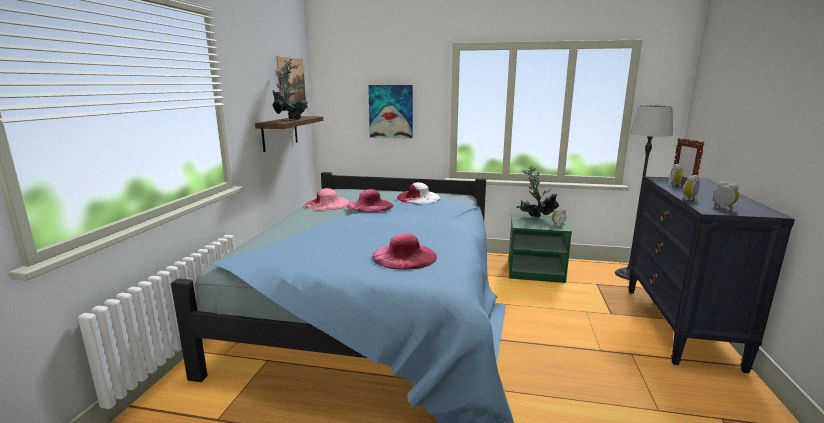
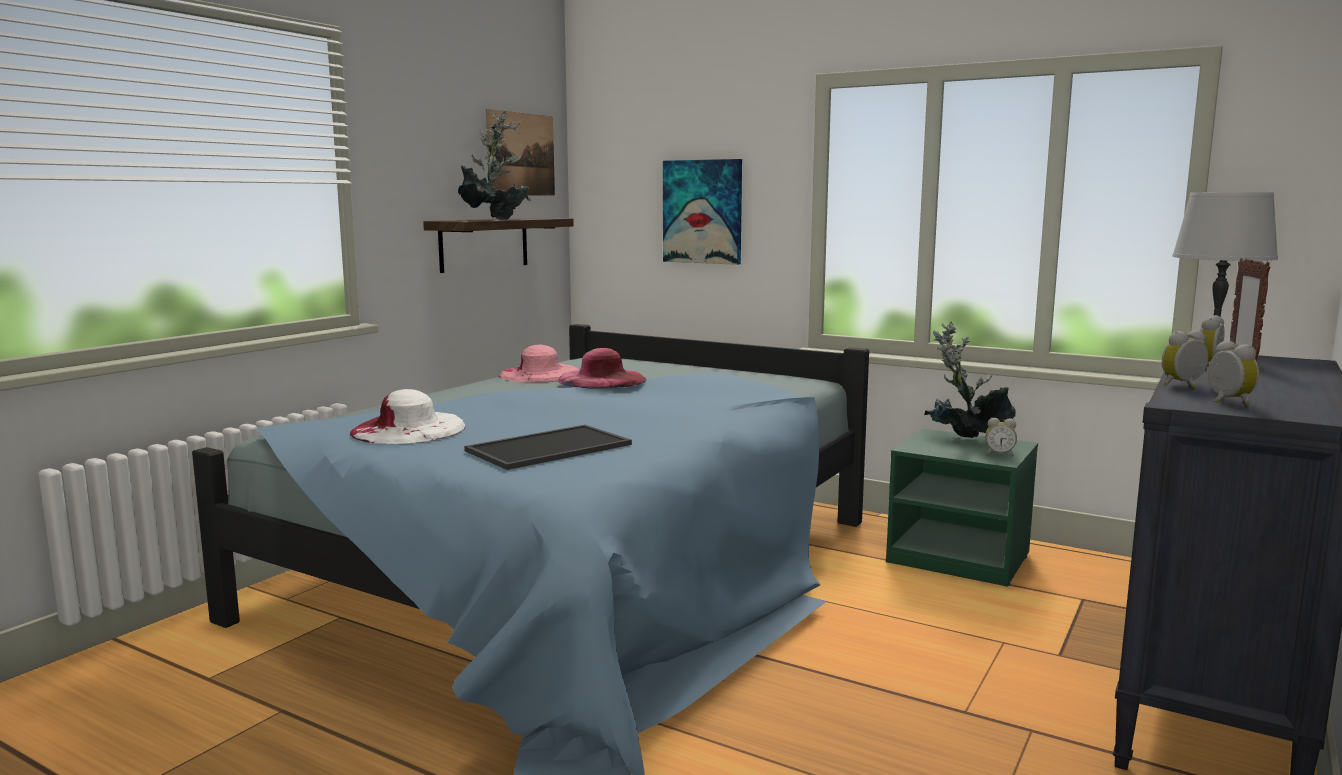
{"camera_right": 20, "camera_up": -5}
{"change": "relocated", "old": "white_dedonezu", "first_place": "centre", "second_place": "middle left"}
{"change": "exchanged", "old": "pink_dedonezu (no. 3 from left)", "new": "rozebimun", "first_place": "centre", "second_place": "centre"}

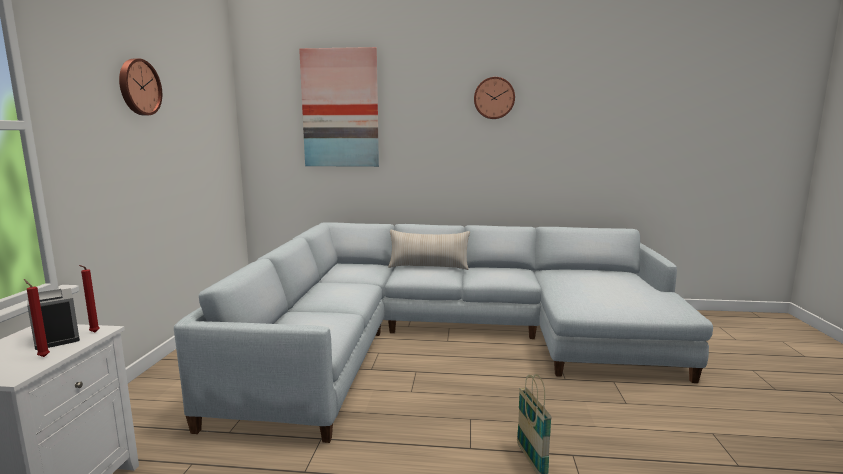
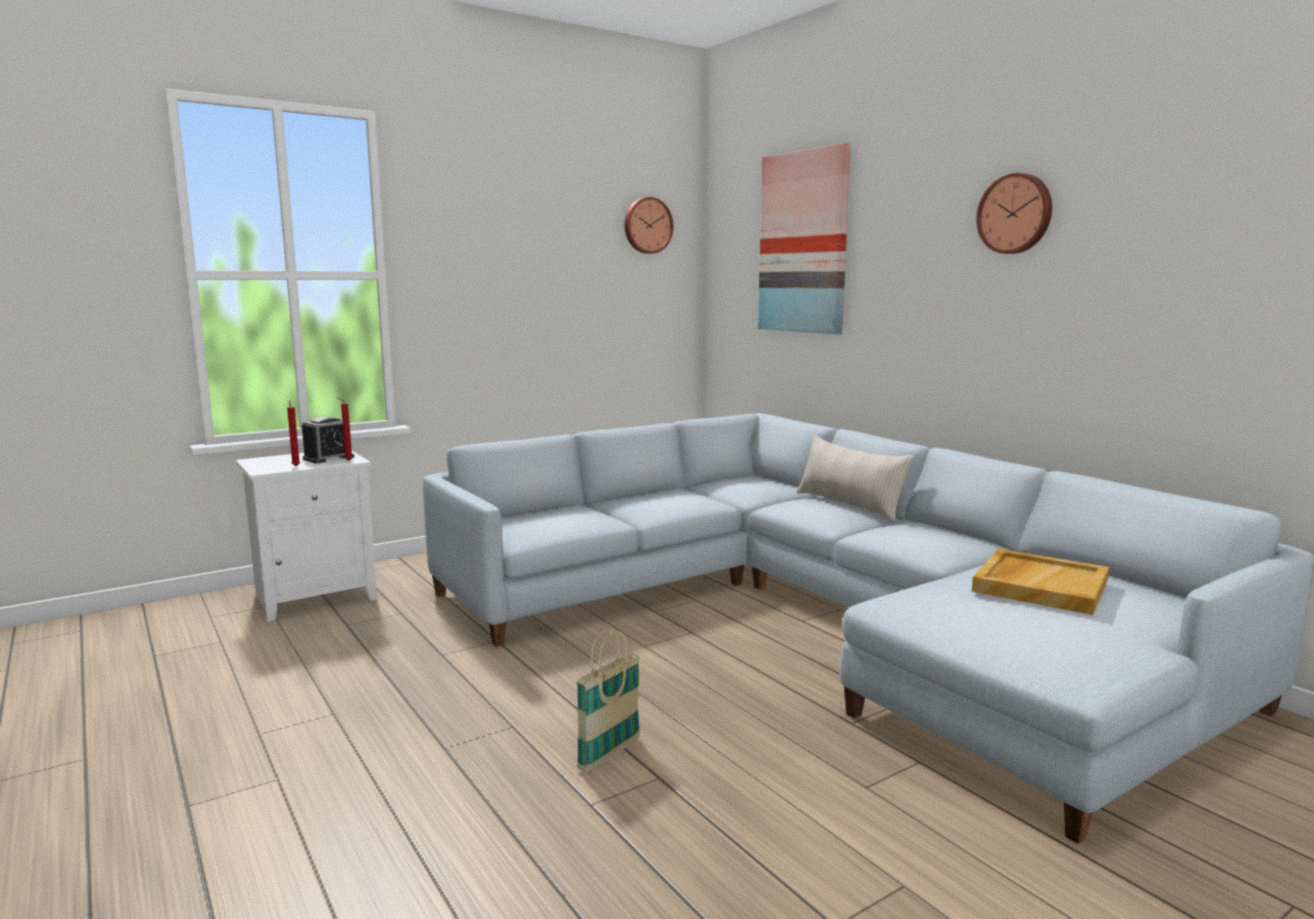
{"camera_right": 50, "camera_up": 0}
{"change": "spun", "old": "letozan", "first_place": "bottom left", "second_place": "middle left", "degrees": -150}
{"change": "relocated", "old": "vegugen (no. 1 from left)", "first_place": "top left", "second_place": "top centre"}
{"change": "appeared", "new": "beige_rozebimun", "second_place": "middle right"}

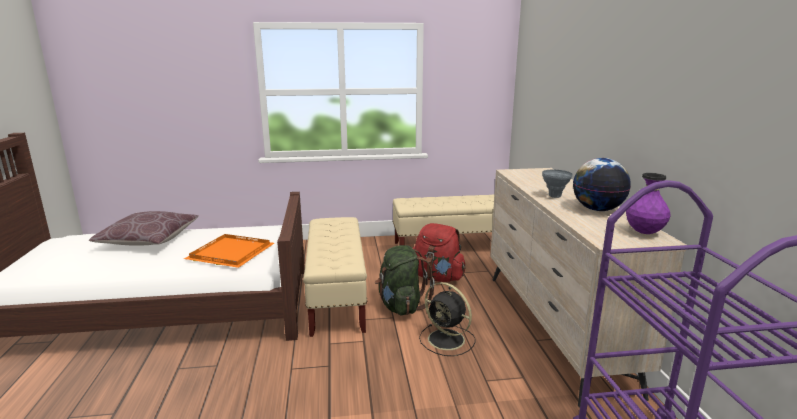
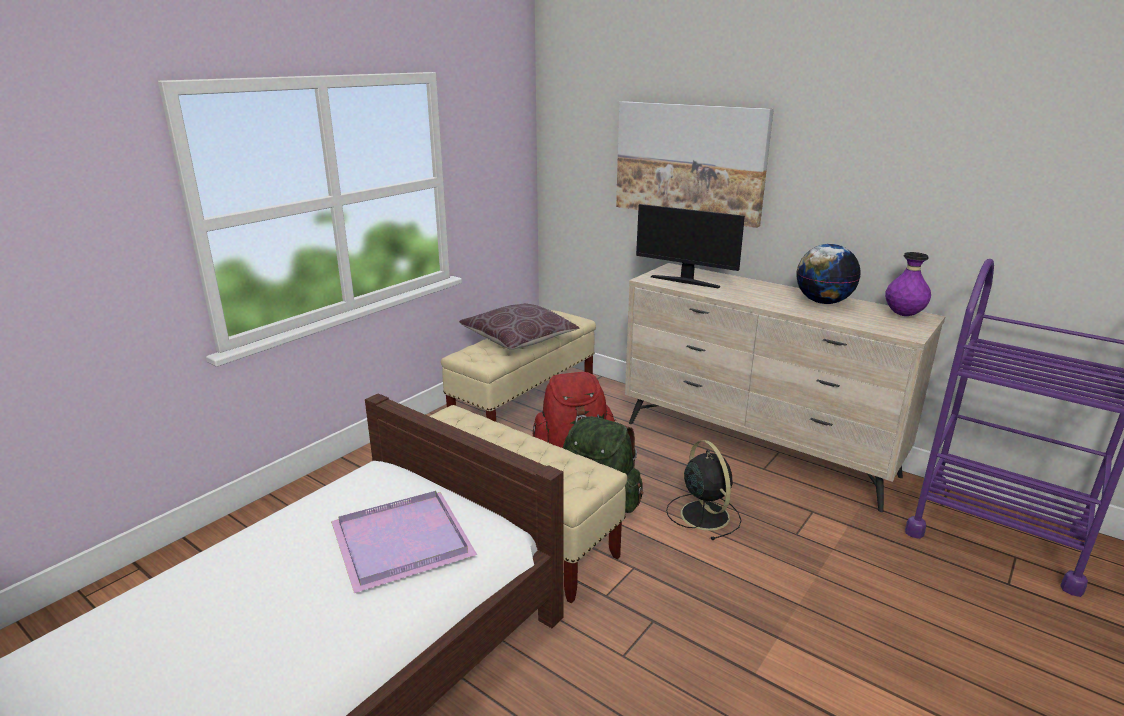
{"camera_right": -45, "camera_up": 5}
{"change": "colour", "old": "orange_rozebimun", "new": "purple_rozebimun", "first_place": "middle left", "second_place": "bottom centre"}
{"change": "relocated", "old": "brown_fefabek", "first_place": "middle left", "second_place": "centre"}
{"change": "appeared", "new": "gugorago", "second_place": "top centre"}
{"change": "appeared", "new": "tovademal", "second_place": "centre"}
{"change": "spun", "old": "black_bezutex", "first_place": "bottom centre", "second_place": "bottom centre", "degrees": -105}
{"change": "missing", "old": "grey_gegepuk", "first_place": "middle right"}

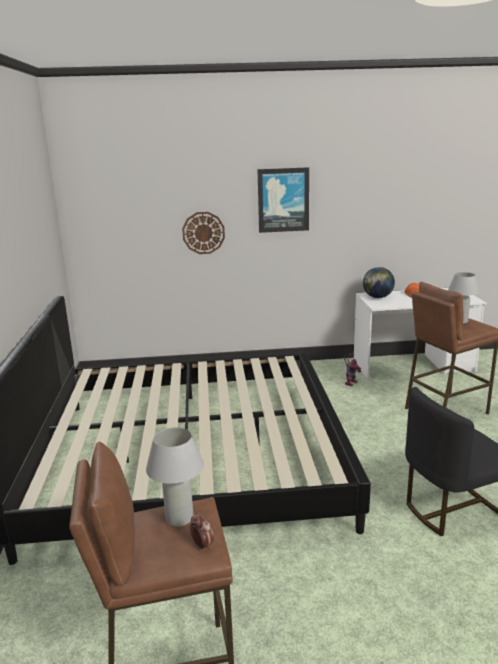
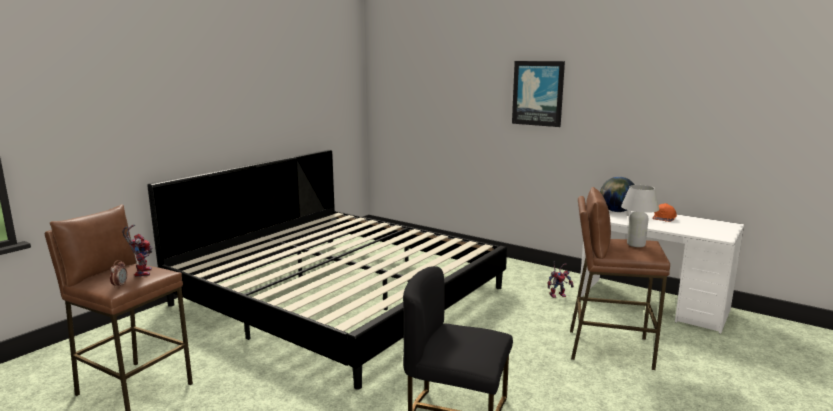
{"camera_right": 40, "camera_up": -5}
{"change": "exchanged", "old": "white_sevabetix (no. 1 from left)", "new": "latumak (no. 1 from left)", "first_place": "bottom centre", "second_place": "middle left"}
{"change": "missing", "old": "vegugen", "first_place": "centre"}

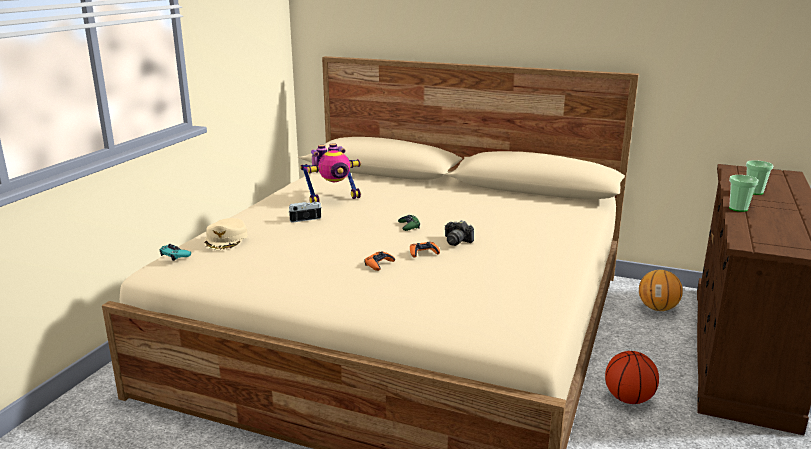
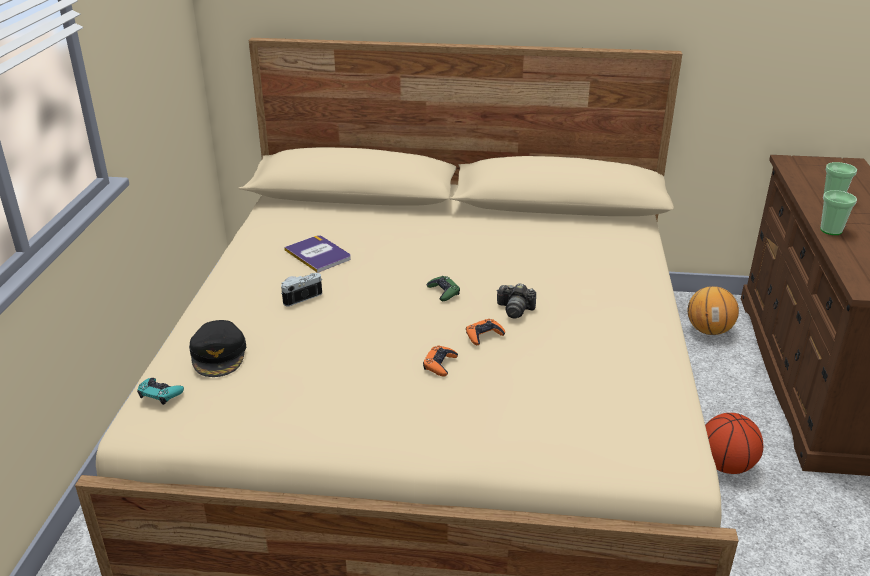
{"camera_right": -15, "camera_up": 10}
{"change": "colour", "old": "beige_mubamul", "new": "black_mubamul", "first_place": "middle left", "second_place": "middle left"}
{"change": "exchanged", "old": "latumak", "new": "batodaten", "first_place": "centre", "second_place": "centre"}

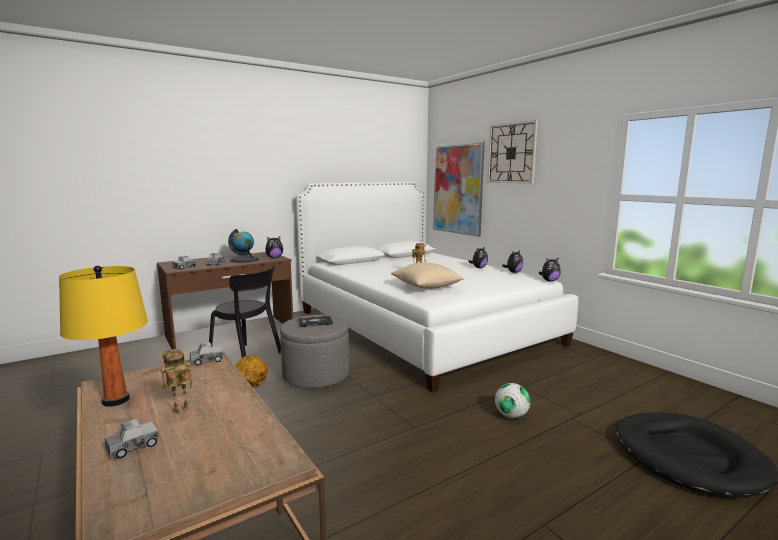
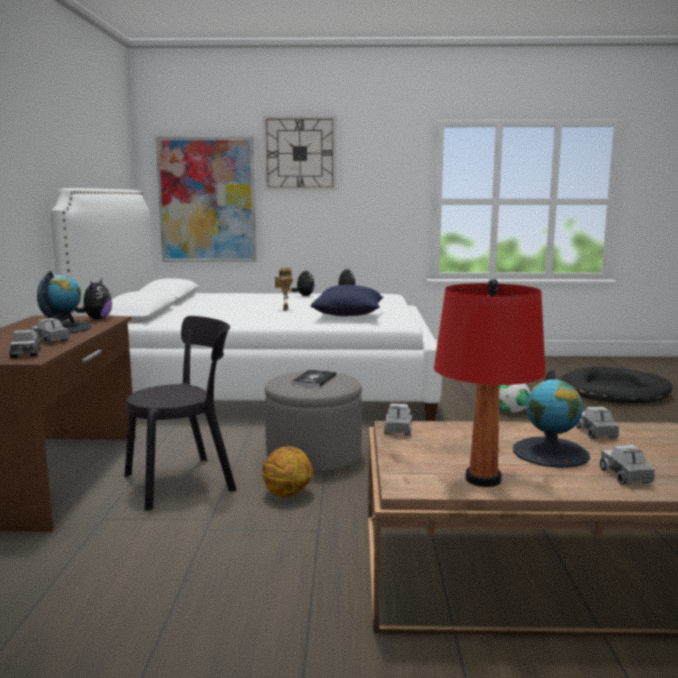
{"camera_right": -55, "camera_up": 0}
{"change": "colour", "old": "beige_fefabek", "new": "blue_fefabek", "first_place": "centre", "second_place": "centre"}
{"change": "colour", "old": "yellow_sevabetix", "new": "red_sevabetix", "first_place": "middle left", "second_place": "middle right"}
{"change": "exchanged", "old": "latumak (no. 1 from left)", "new": "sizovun (no. 2 from left)", "first_place": "bottom left", "second_place": "middle right"}
{"change": "appeared", "new": "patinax (no. 4 from left)", "second_place": "middle right"}
{"change": "missing", "old": "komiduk (no. 4 from left)", "first_place": "middle right"}

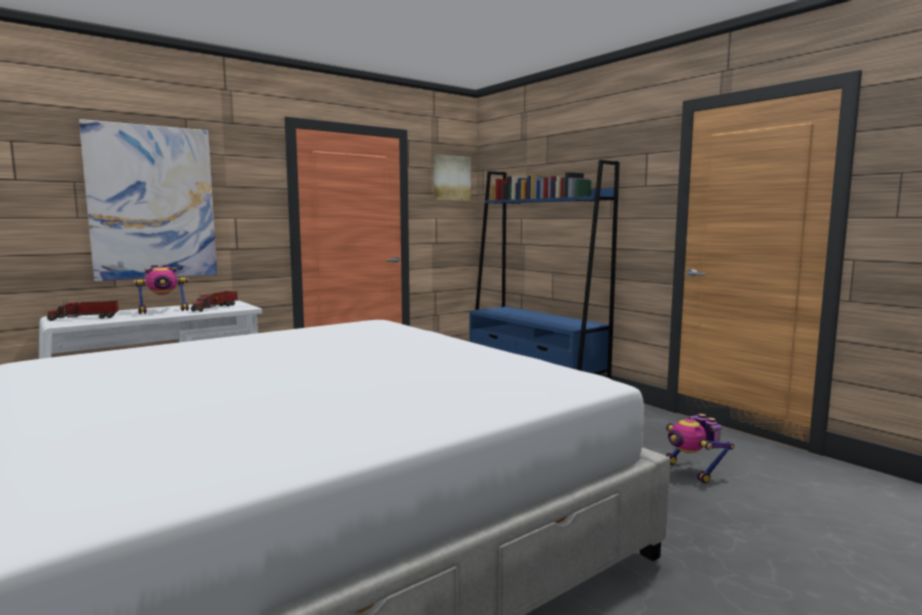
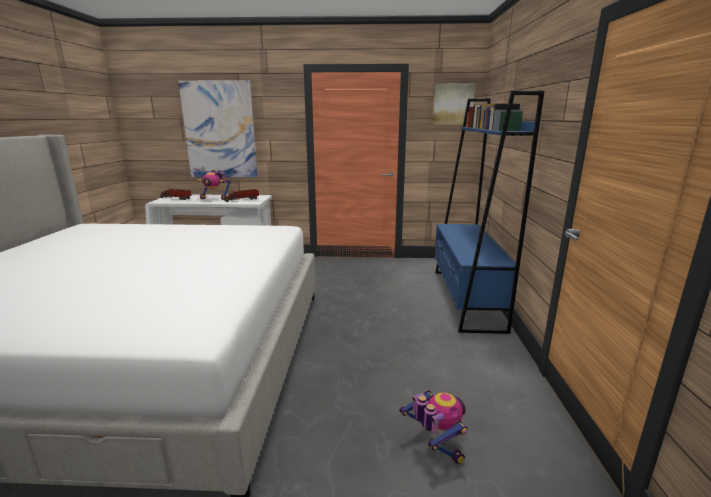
{"camera_right": 40, "camera_up": 10}
{"change": "spun", "old": "latumak (no. 2 from left)", "first_place": "bottom right", "second_place": "bottom centre", "degrees": 135}

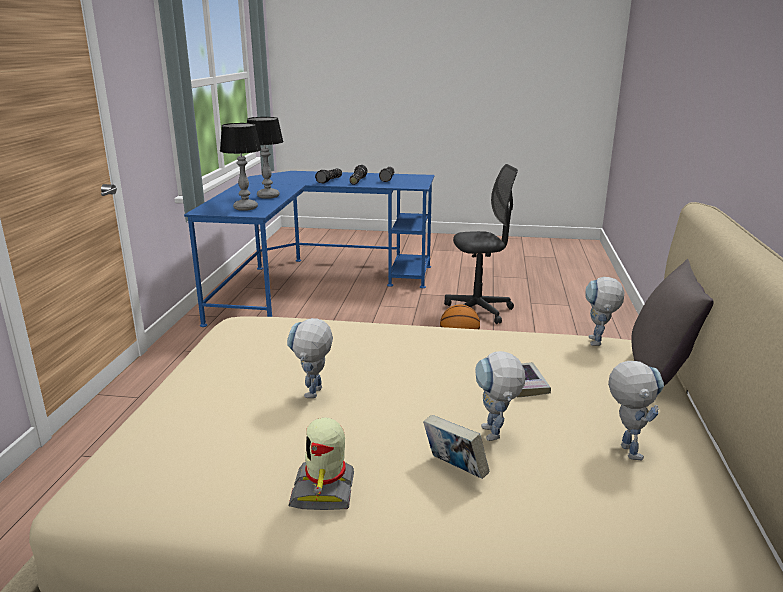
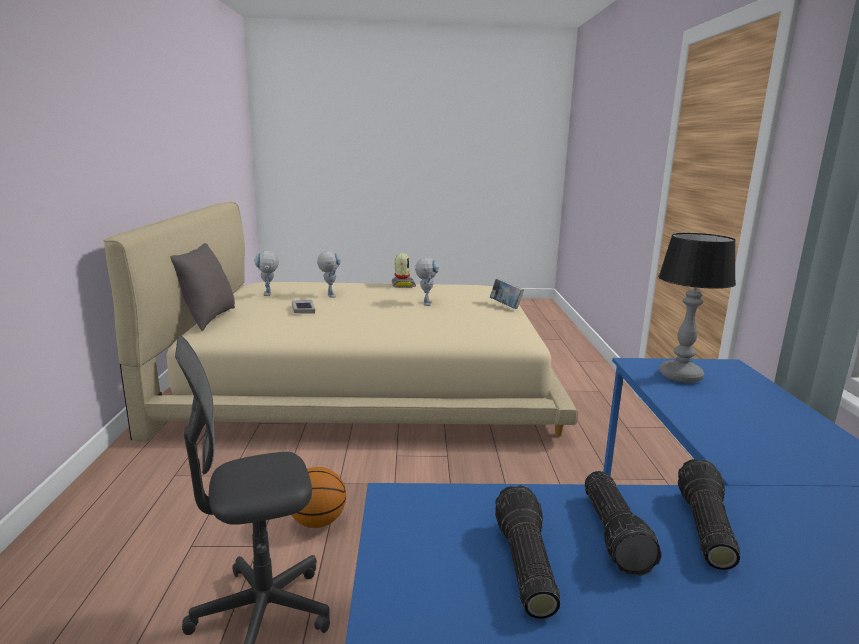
{"camera_right": 170, "camera_up": -5}
{"change": "relocated", "old": "batodaten (no. 1 from left in the first image)", "new": "batodaten (no. 2 from left)", "first_place": "bottom centre", "second_place": "centre"}
{"change": "missing", "old": "sevabetix (no. 2 from left)", "first_place": "top centre"}
{"change": "missing", "old": "latumak (no. 4 from left)", "first_place": "middle right"}

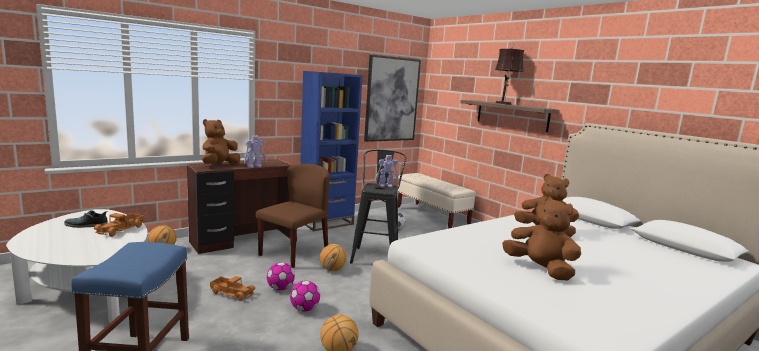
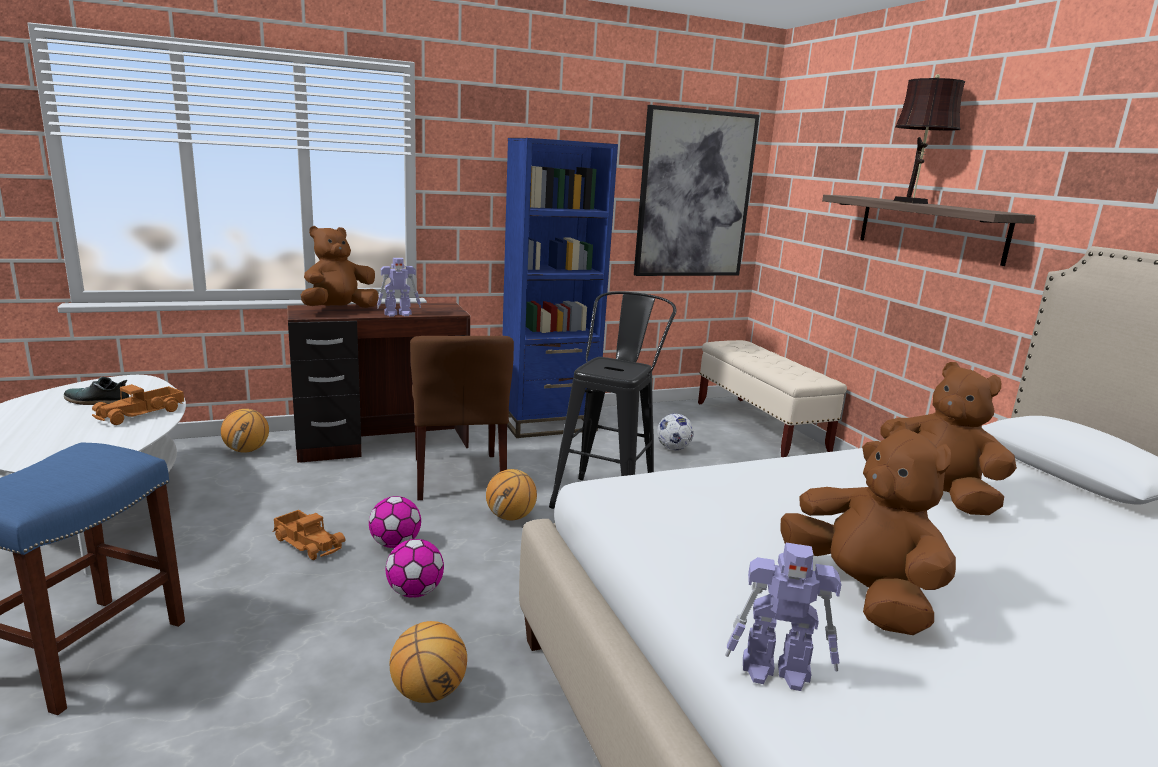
{"camera_right": 15, "camera_up": 5}
{"change": "spun", "old": "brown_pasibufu", "first_place": "centre", "second_place": "centre", "degrees": 120}
{"change": "relocated", "old": "latumak (no. 2 from left)", "first_place": "centre", "second_place": "bottom right"}

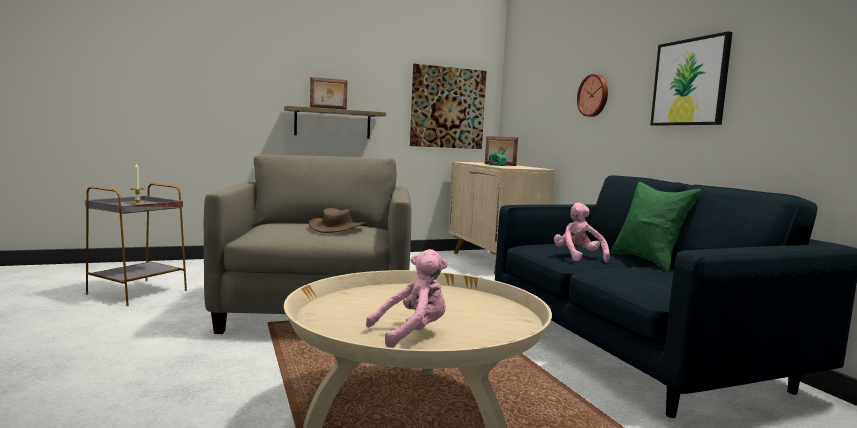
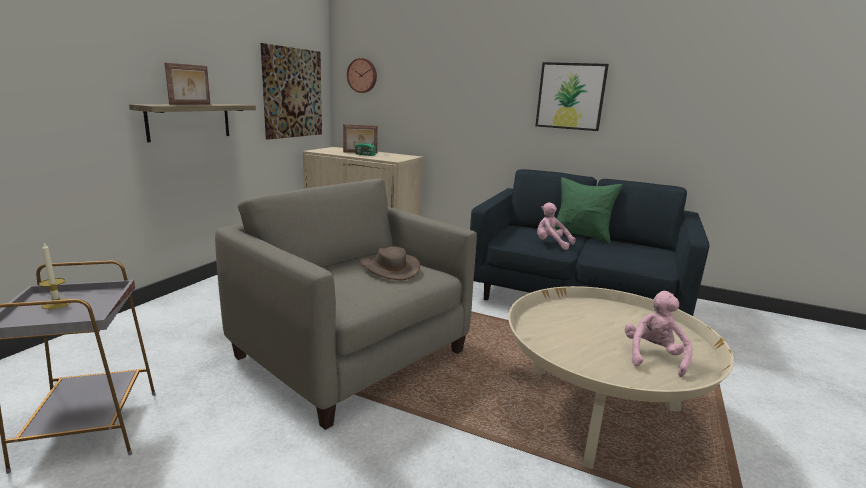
{"camera_right": -45, "camera_up": 10}
{"change": "relocated", "old": "vegugen", "first_place": "top right", "second_place": "top centre"}

